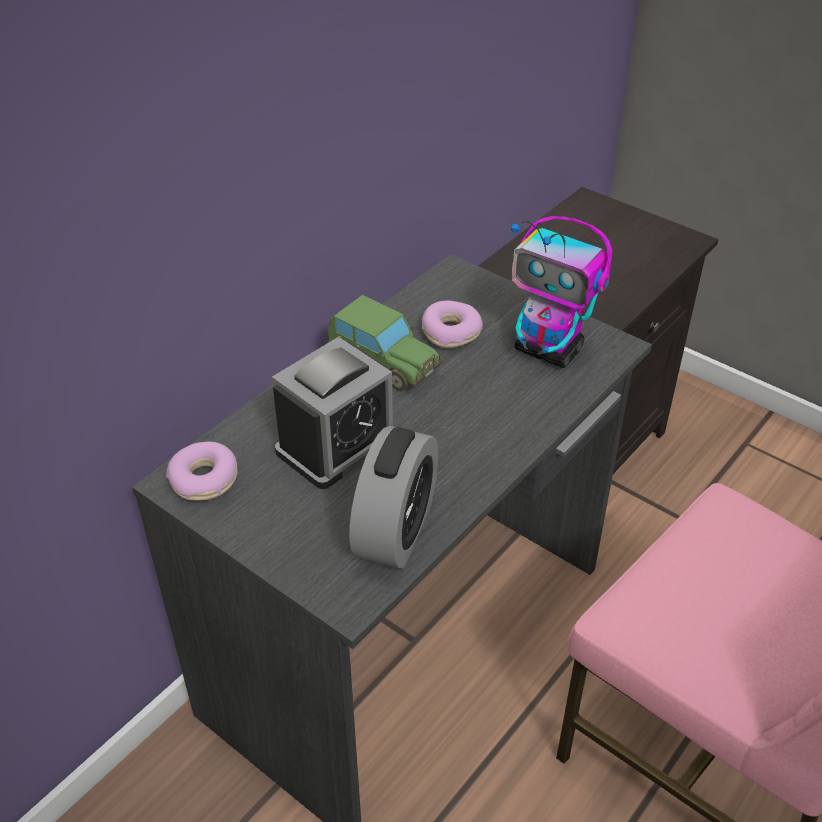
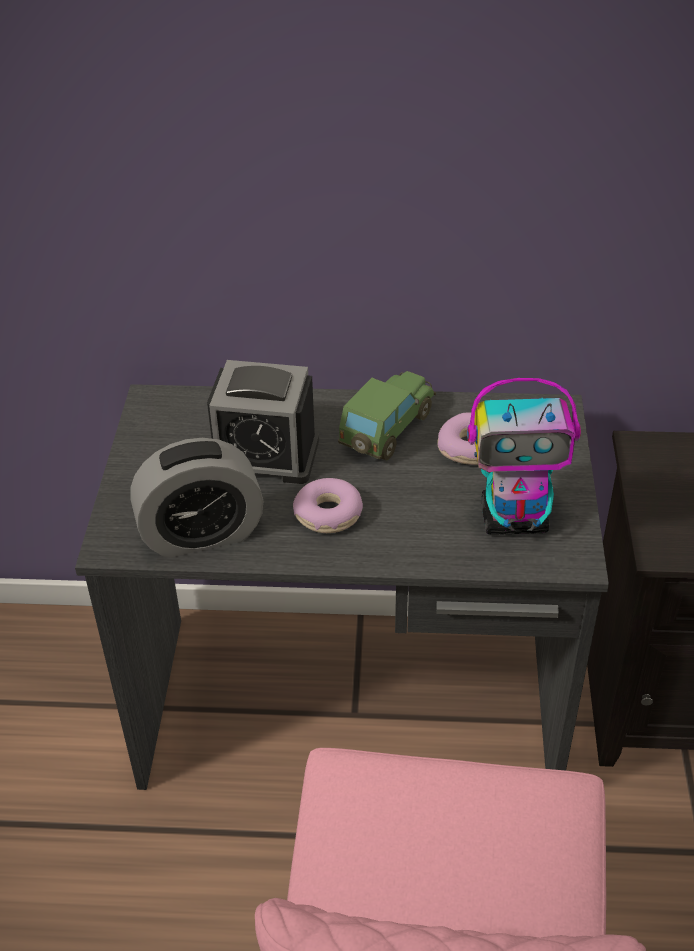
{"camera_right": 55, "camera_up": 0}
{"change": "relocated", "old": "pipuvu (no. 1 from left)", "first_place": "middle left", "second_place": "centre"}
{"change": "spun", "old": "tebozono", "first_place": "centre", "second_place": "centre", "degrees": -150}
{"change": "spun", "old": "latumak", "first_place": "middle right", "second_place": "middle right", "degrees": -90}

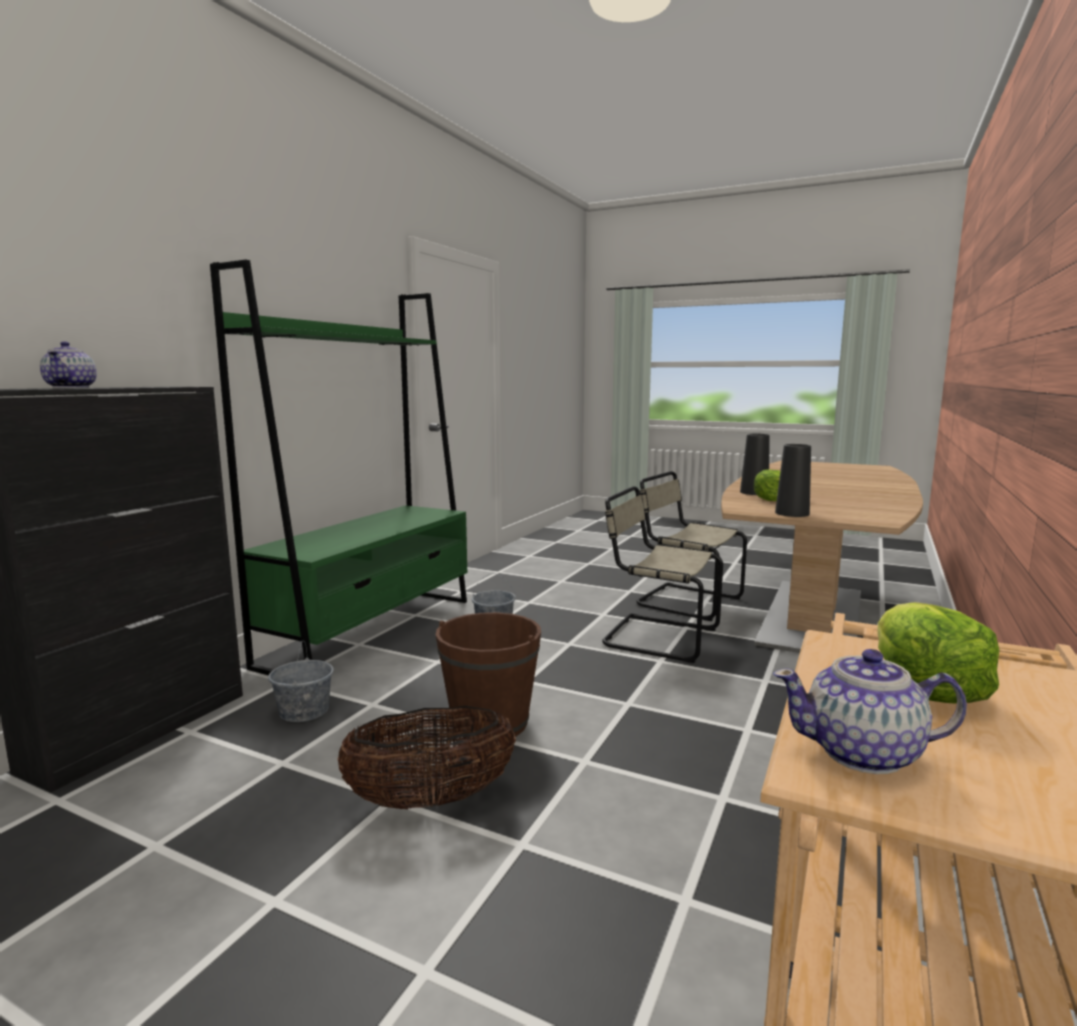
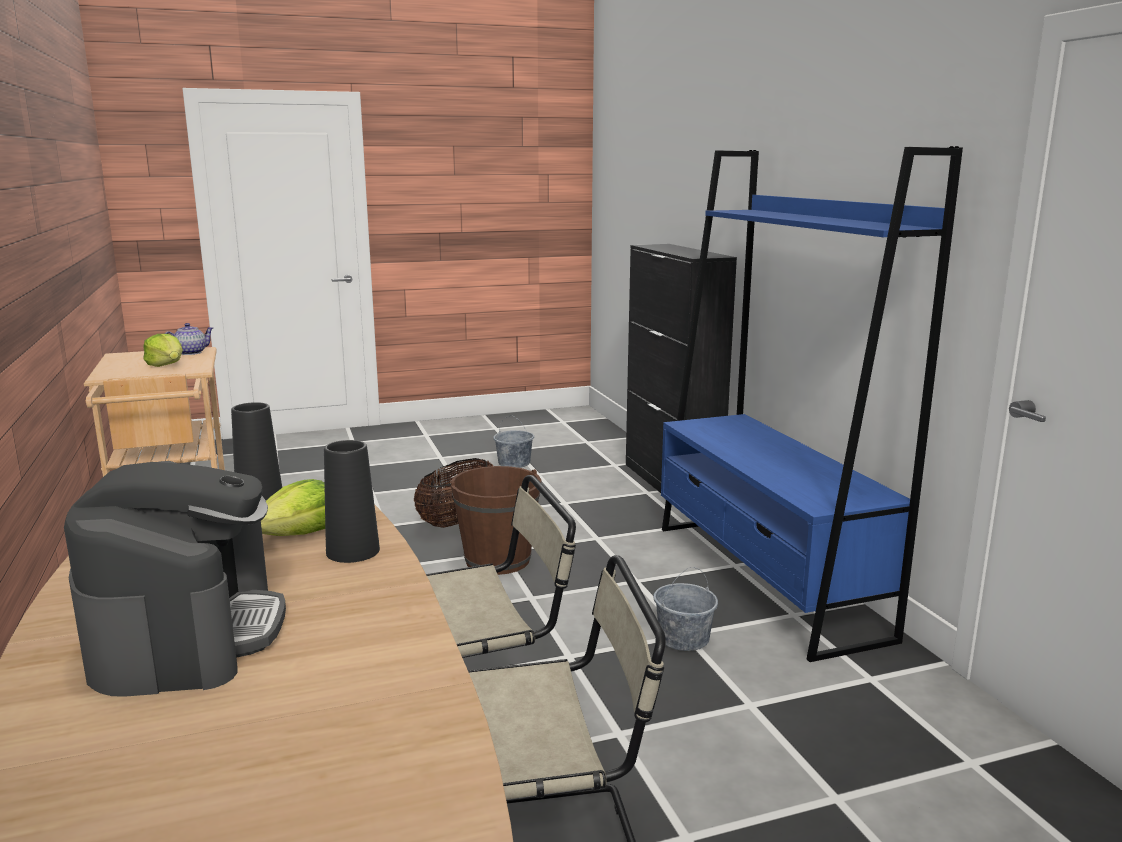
{"camera_right": 135, "camera_up": 5}
{"change": "appeared", "new": "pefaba", "second_place": "bottom left"}
{"change": "relocated", "old": "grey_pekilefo (no. 1 from left)", "first_place": "middle left", "second_place": "centre"}
{"change": "colour", "old": "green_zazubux", "new": "blue_zazubux", "first_place": "middle left", "second_place": "middle right"}
{"change": "missing", "old": "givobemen (no. 1 from left)", "first_place": "middle left"}

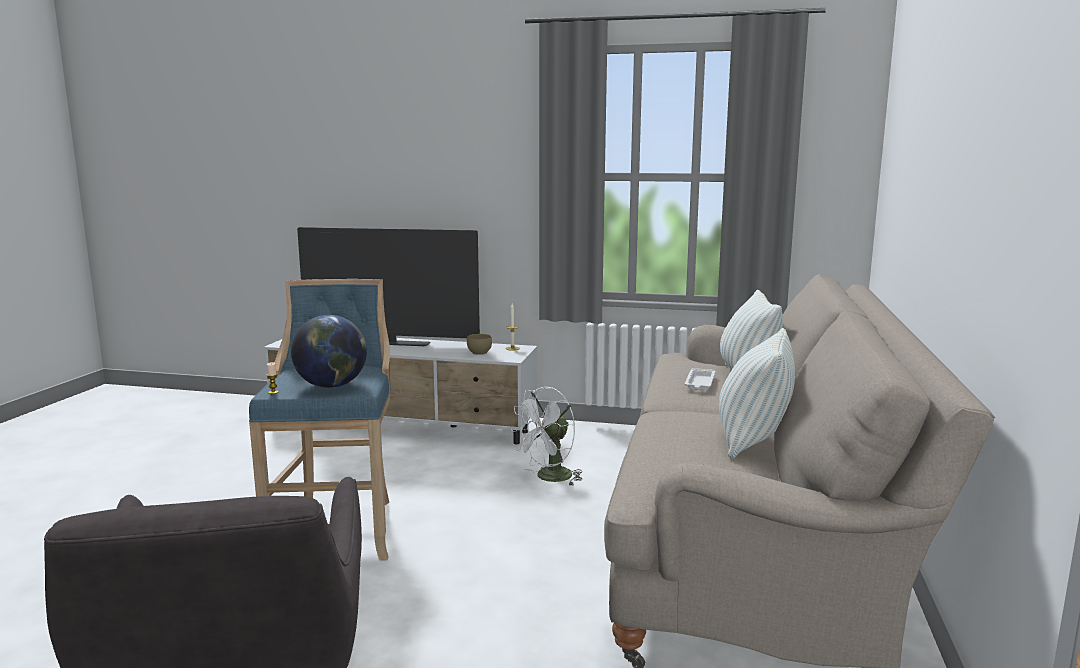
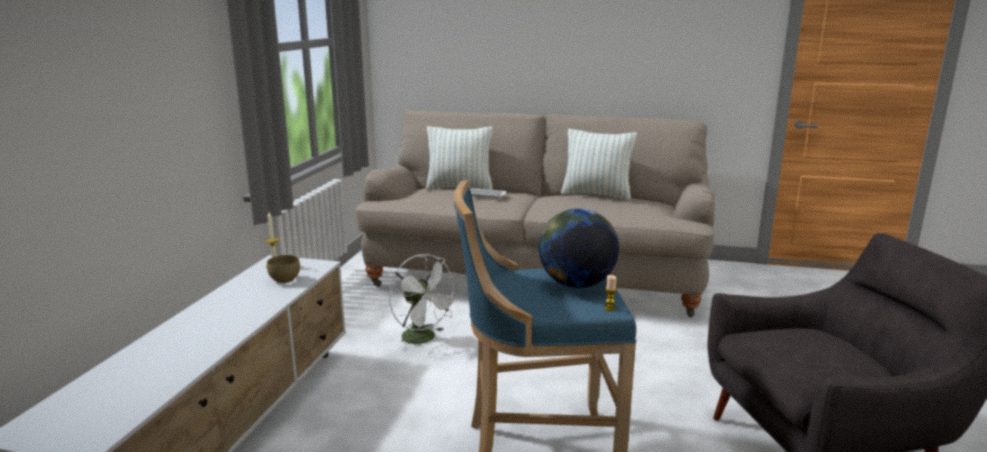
{"camera_right": -90, "camera_up": 5}
{"change": "missing", "old": "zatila", "first_place": "centre"}

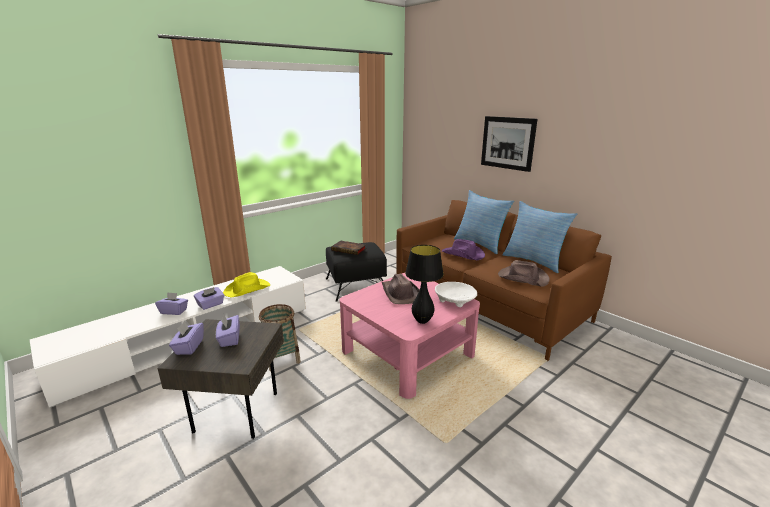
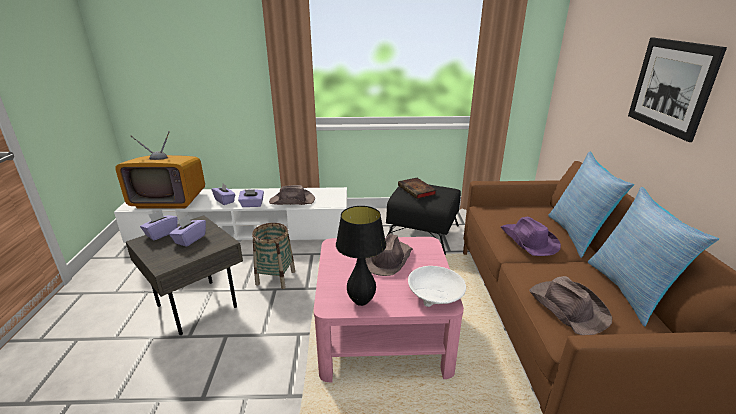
{"camera_right": 40, "camera_up": 5}
{"change": "appeared", "new": "zatila", "second_place": "middle left"}
{"change": "colour", "old": "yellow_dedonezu", "new": "brown_dedonezu (no. 1 from left)", "first_place": "middle left", "second_place": "centre"}

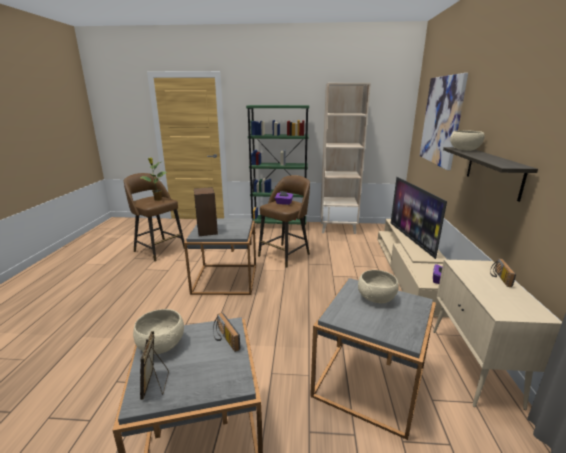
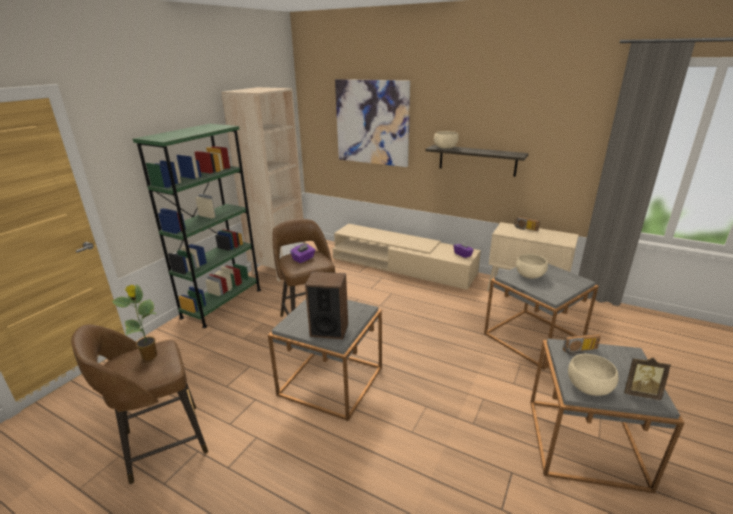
{"camera_right": -65, "camera_up": 5}
{"change": "missing", "old": "zatila", "first_place": "middle right"}

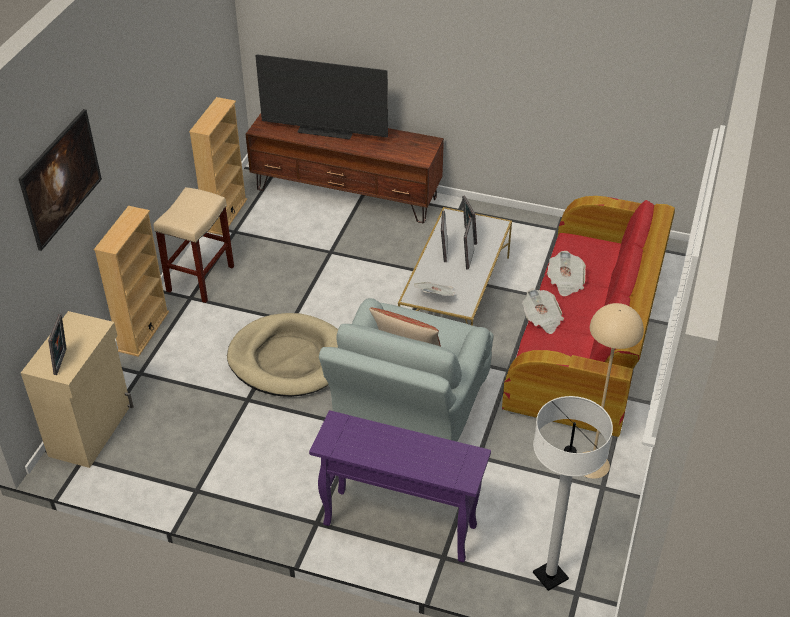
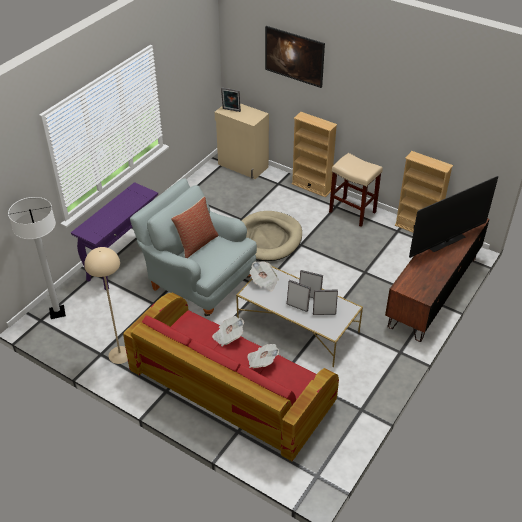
{"camera_right": 105, "camera_up": 0}
{"change": "spun", "old": "zatila", "first_place": "top centre", "second_place": "middle right", "degrees": -150}

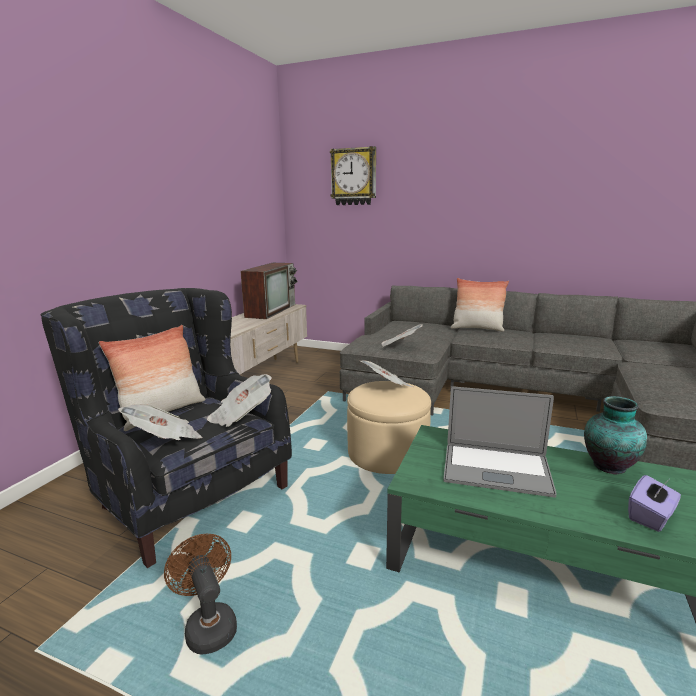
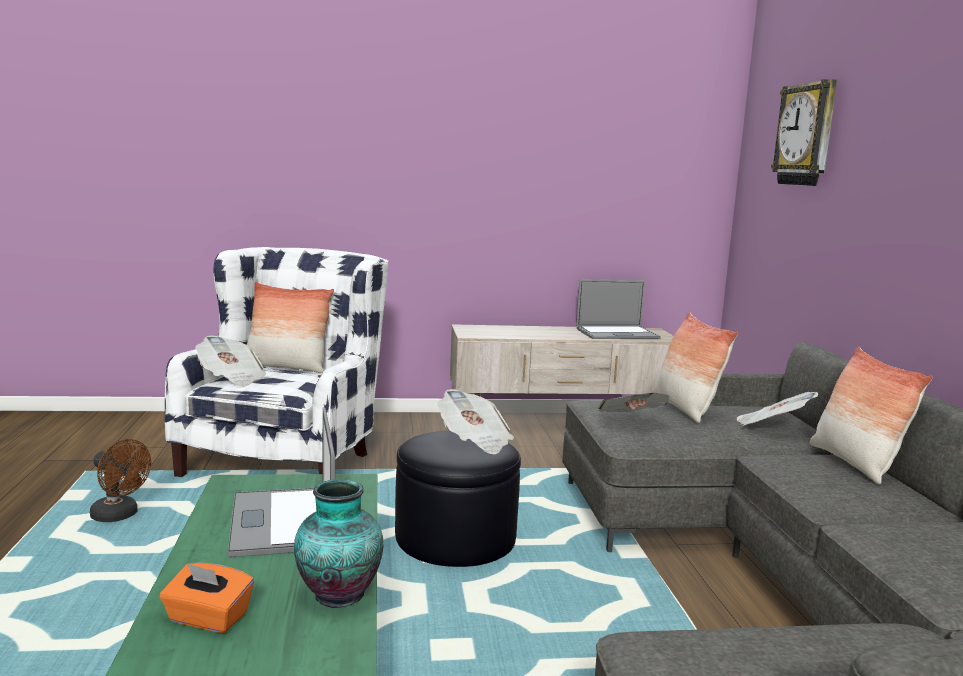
{"camera_right": 60, "camera_up": -5}
{"change": "spun", "old": "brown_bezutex", "first_place": "bottom left", "second_place": "bottom left", "degrees": 90}
{"change": "colour", "old": "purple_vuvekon", "new": "orange_vuvekon", "first_place": "bottom right", "second_place": "bottom left"}
{"change": "colour", "old": "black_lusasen", "new": "white_lusasen", "first_place": "middle left", "second_place": "middle left"}
{"change": "colour", "old": "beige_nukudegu", "new": "black_nukudegu", "first_place": "centre", "second_place": "bottom centre"}
{"change": "exchanged", "old": "zatila", "new": "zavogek (no. 2 from left)", "first_place": "centre", "second_place": "centre"}
{"change": "appeared", "new": "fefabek (no. 2 from left)", "second_place": "middle right"}
{"change": "relocated", "old": "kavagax (no. 2 from left in the first image)", "new": "kavagax (no. 4 from left)", "first_place": "centre", "second_place": "middle right"}

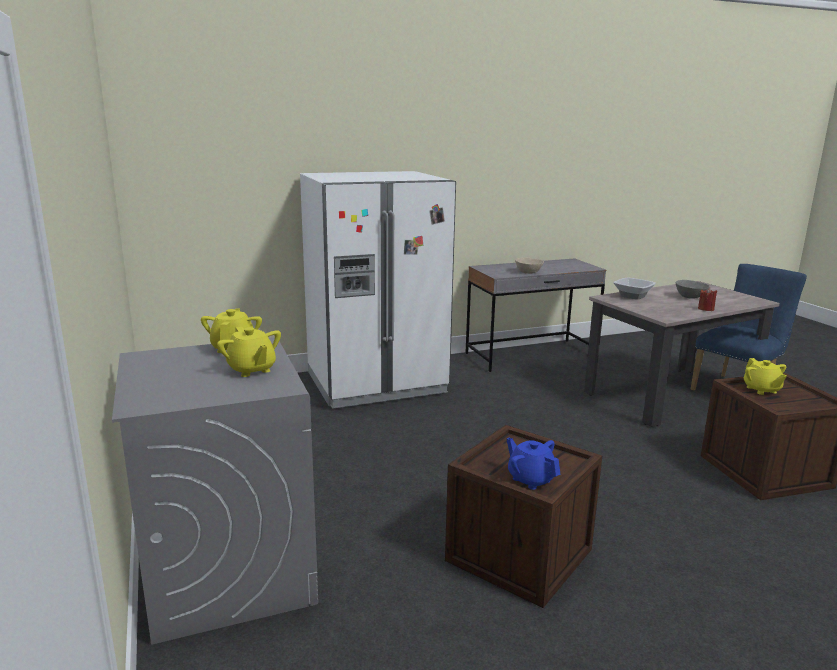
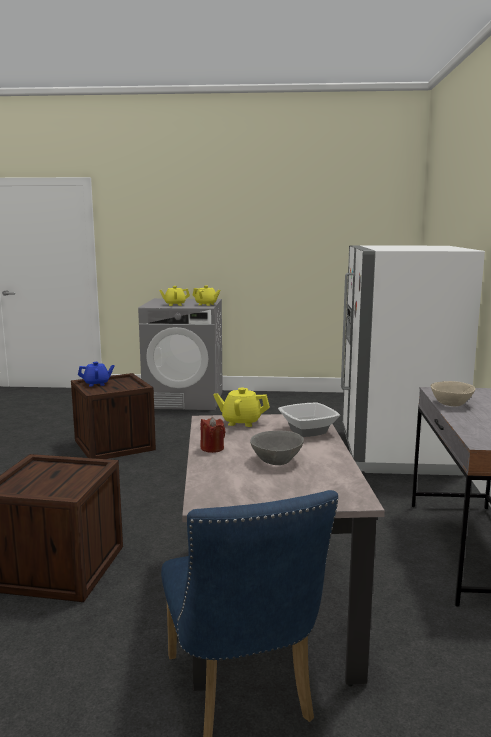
{"camera_right": 115, "camera_up": -5}
{"change": "relocated", "old": "yellow_givobemen (no. 3 from left)", "first_place": "middle right", "second_place": "centre"}

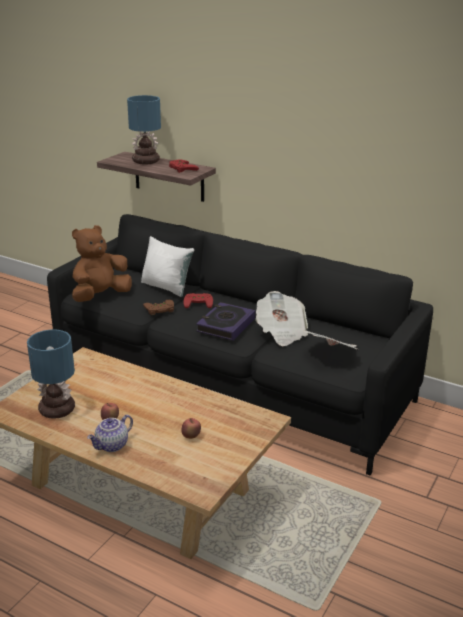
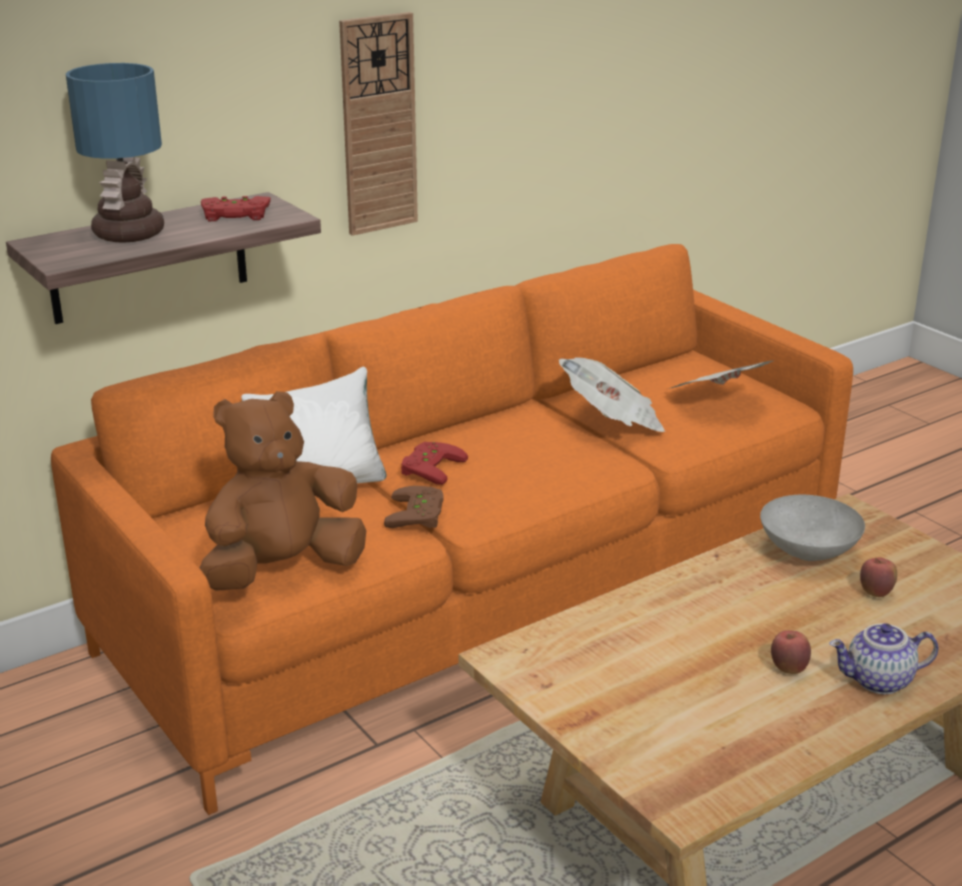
{"camera_right": -65, "camera_up": 0}
{"change": "colour", "old": "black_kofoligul", "new": "orange_kofoligul", "first_place": "centre", "second_place": "centre"}
{"change": "spun", "old": "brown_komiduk", "first_place": "middle left", "second_place": "middle left", "degrees": 75}
{"change": "appeared", "new": "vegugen", "second_place": "top centre"}
{"change": "appeared", "new": "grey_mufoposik", "second_place": "middle right"}
{"change": "spun", "old": "givobemen", "first_place": "bottom left", "second_place": "bottom right", "degrees": 105}
{"change": "missing", "old": "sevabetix (no. 1 from left)", "first_place": "middle left"}
{"change": "missing", "old": "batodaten", "first_place": "centre"}

